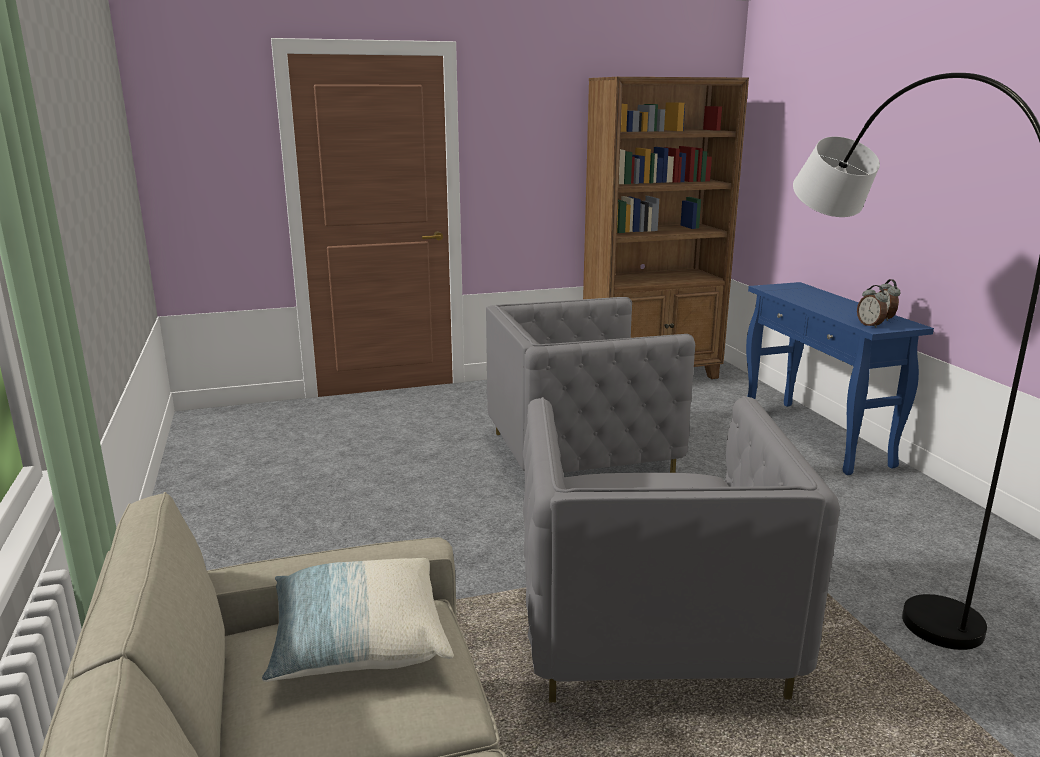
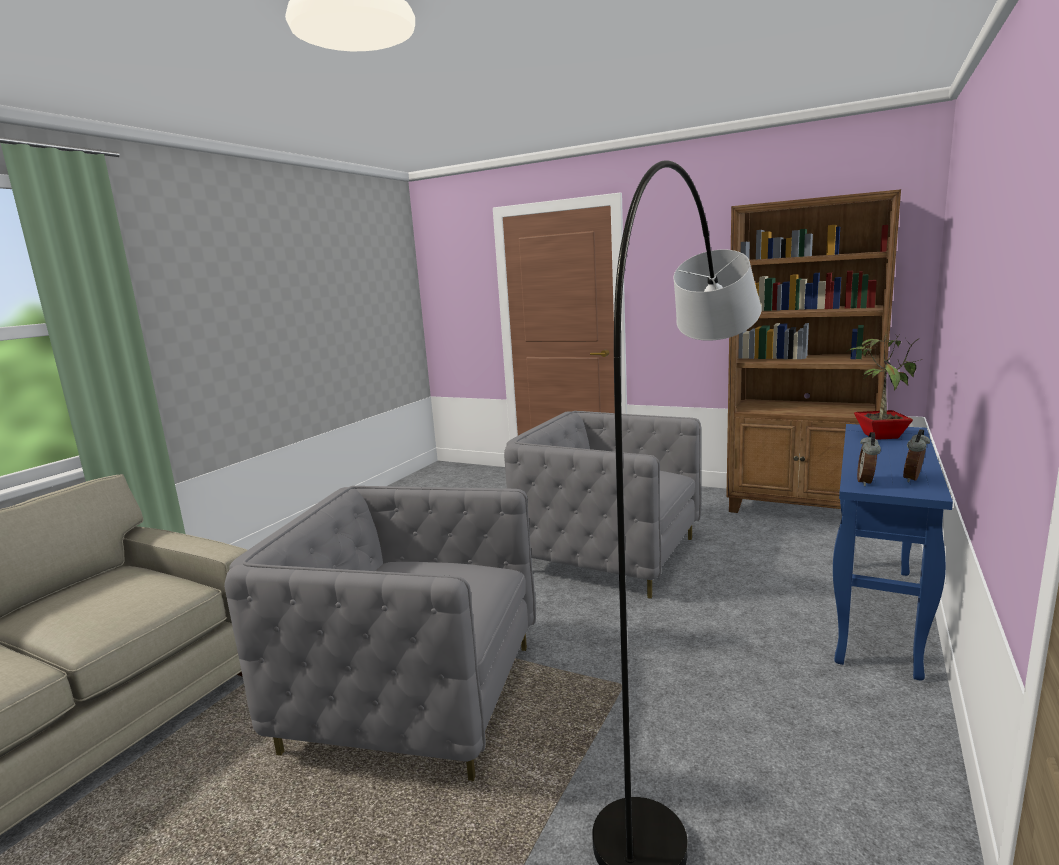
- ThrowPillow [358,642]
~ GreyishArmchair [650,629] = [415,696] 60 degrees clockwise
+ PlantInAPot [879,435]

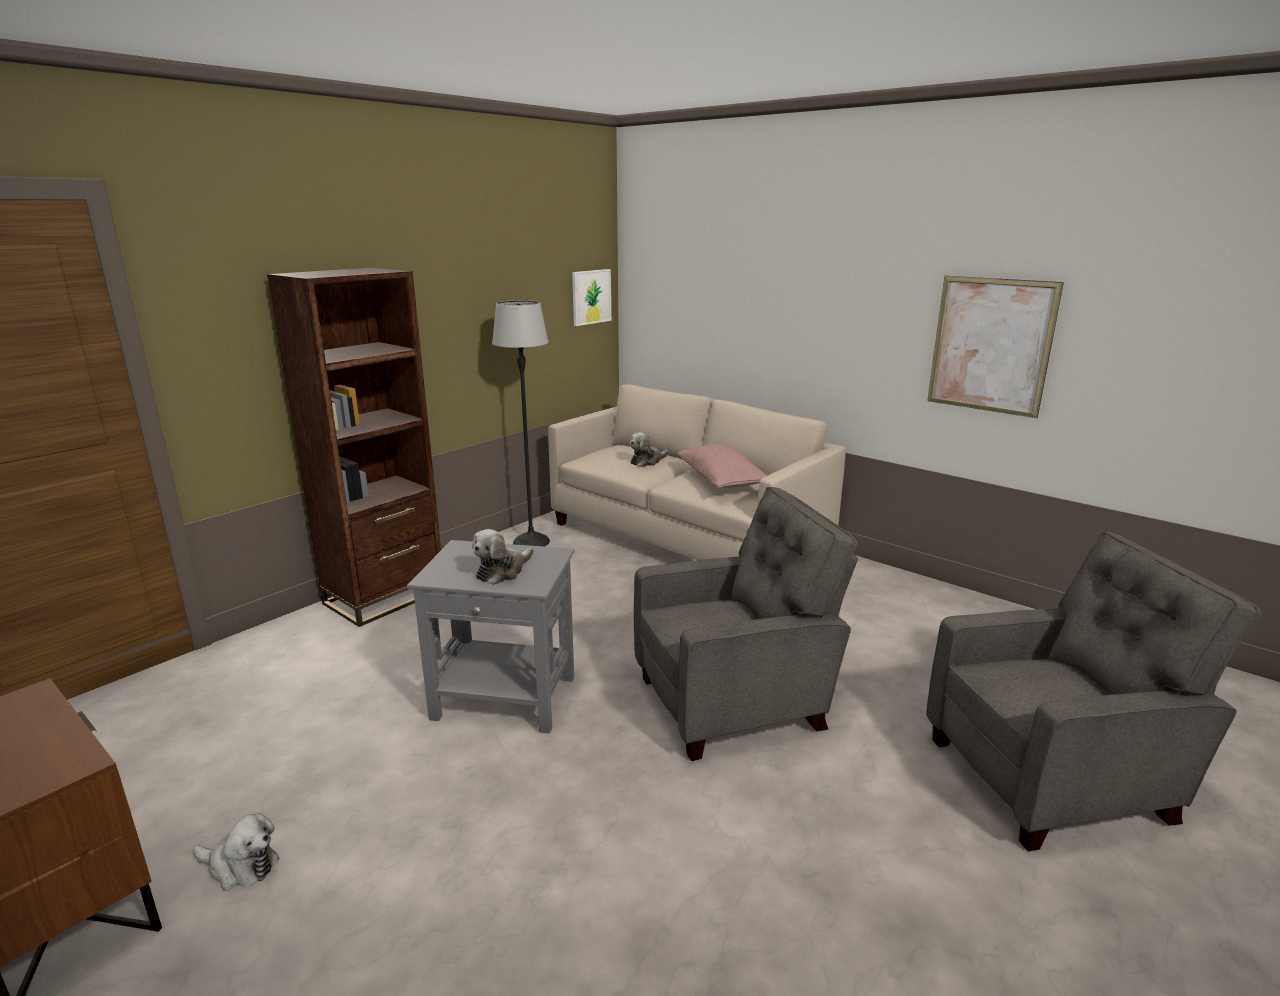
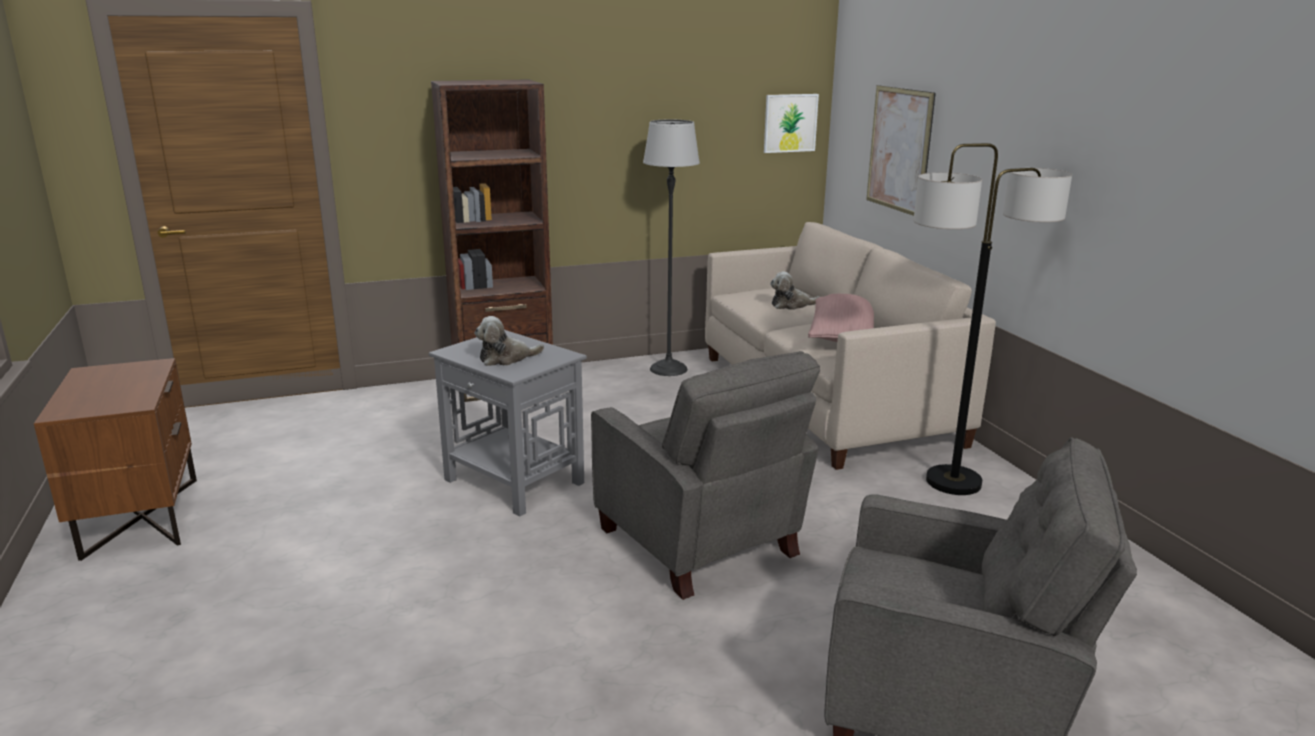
- SoftToy [240,866]
~ GreyishArmchair [735,702] = [700,543] 45 degrees clockwise
~ WallPicture [990,345] to [899,150]
+ FloorLamp [954,482]

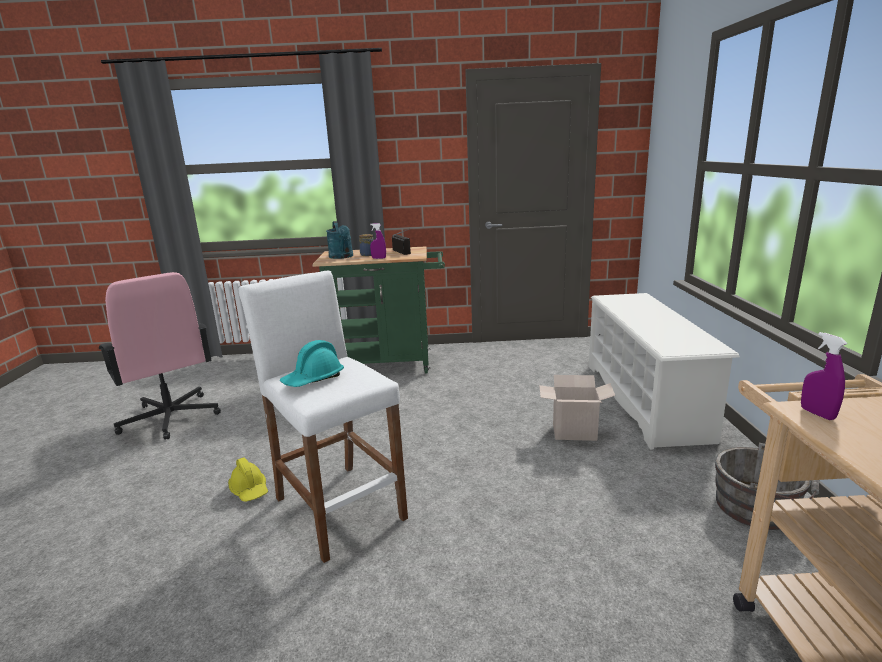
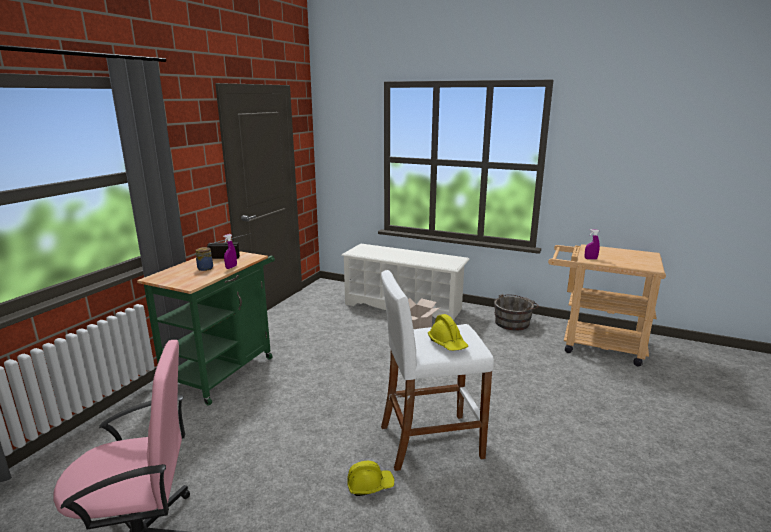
~ TurquoiseColouredHardHat [313,379] to YellowHardHat [447,343]
- TurquoiseColouredWateringPot [342,257]

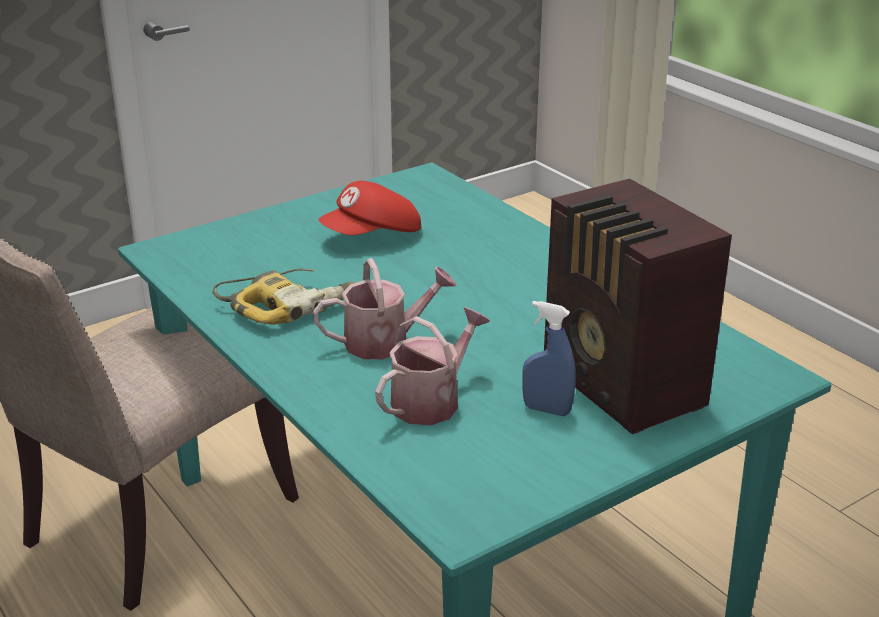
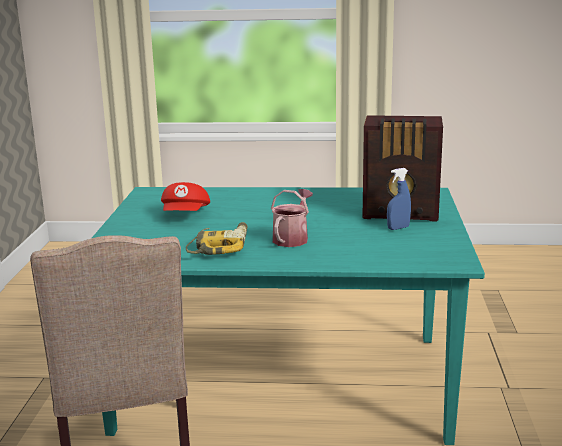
- WateringPot [431,401]

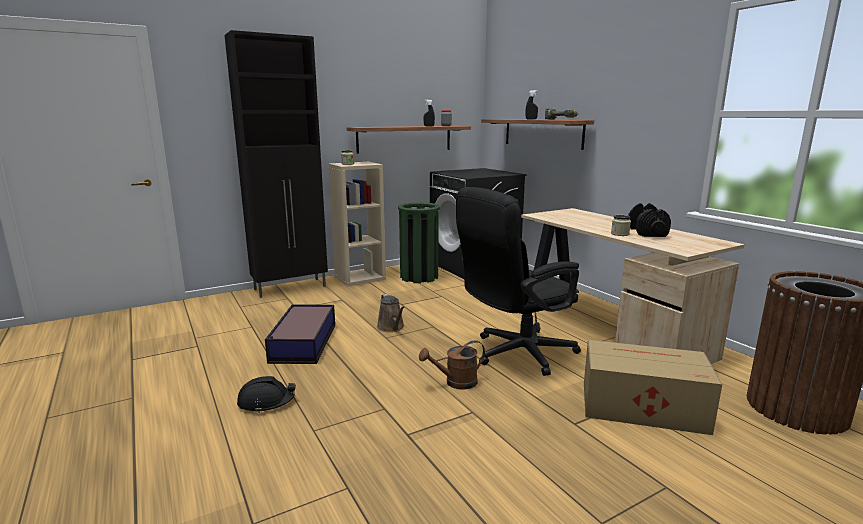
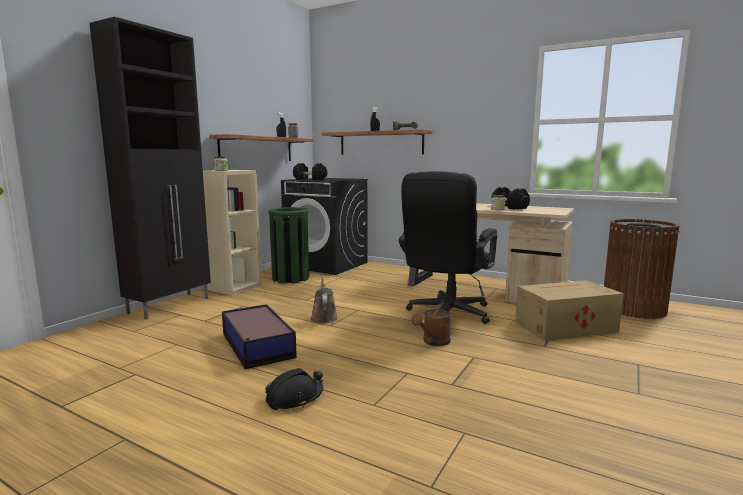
~ BrownColouredWateringPot [391,327] = [324,317] 135 degrees counterclockwise
+ BlackishHandWeight [310,179]

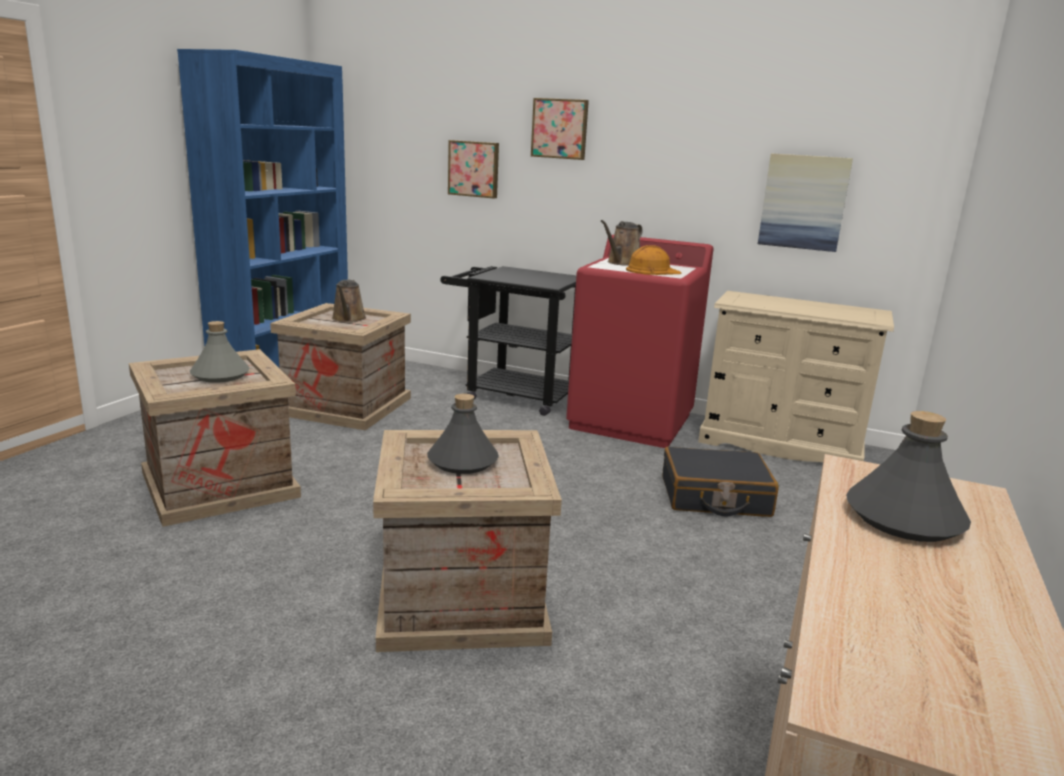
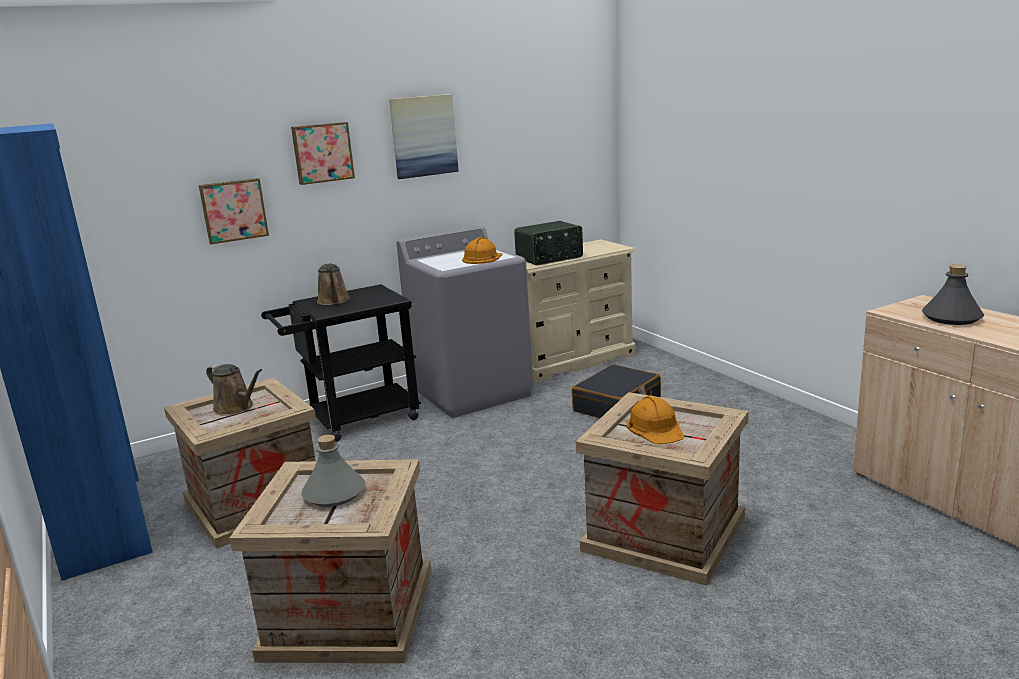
~ GreyishBeverageBottle [463,461] to OrangeHardHat [655,428]
~ RedLaundryMachine [631,421] to GreyishLaundryMachine [472,392]
~ BrownColouredWateringPot [622,263] to [334,301]
~ WallPicture [803,202] to [423,136]
+ RadioSet [550,258]

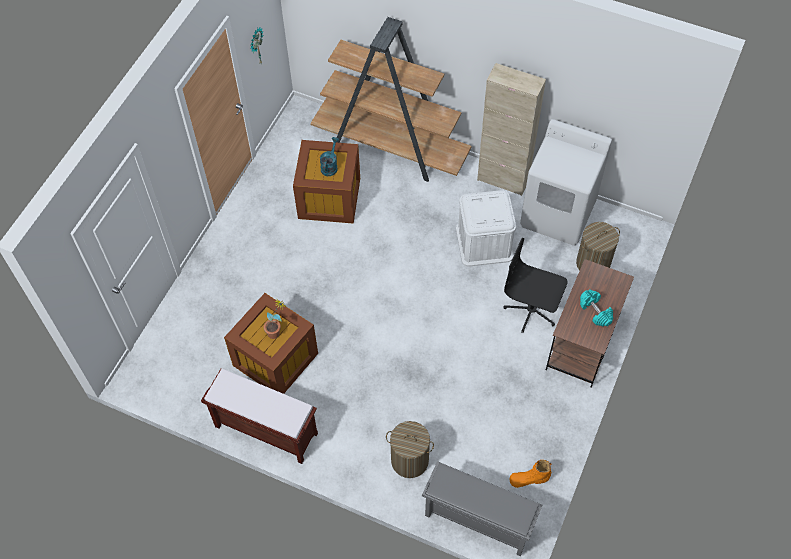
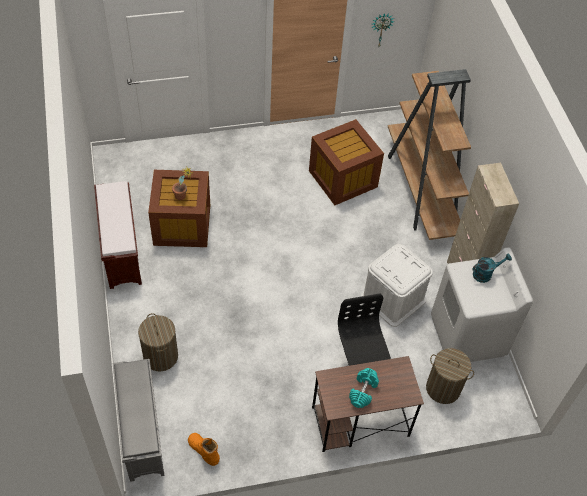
~ TurquoiseColouredWateringPot [330,166] to [485,274]

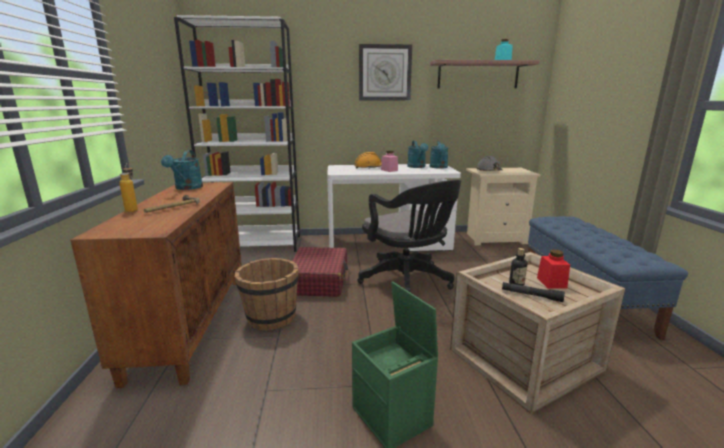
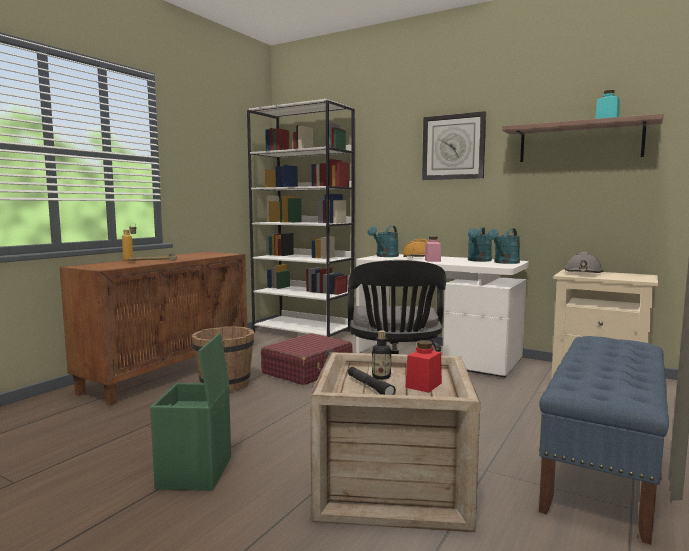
~ TurquoiseColouredWateringPot [187,188] to [385,256]

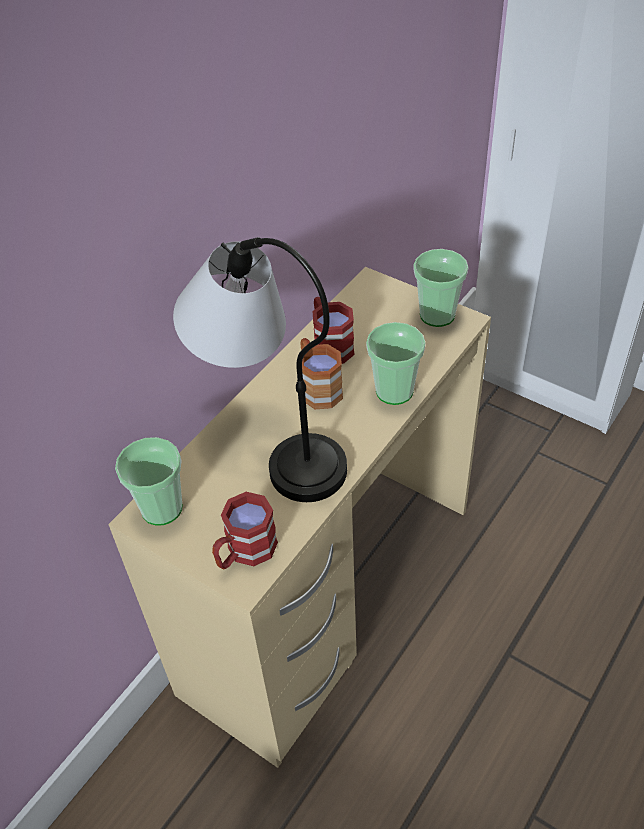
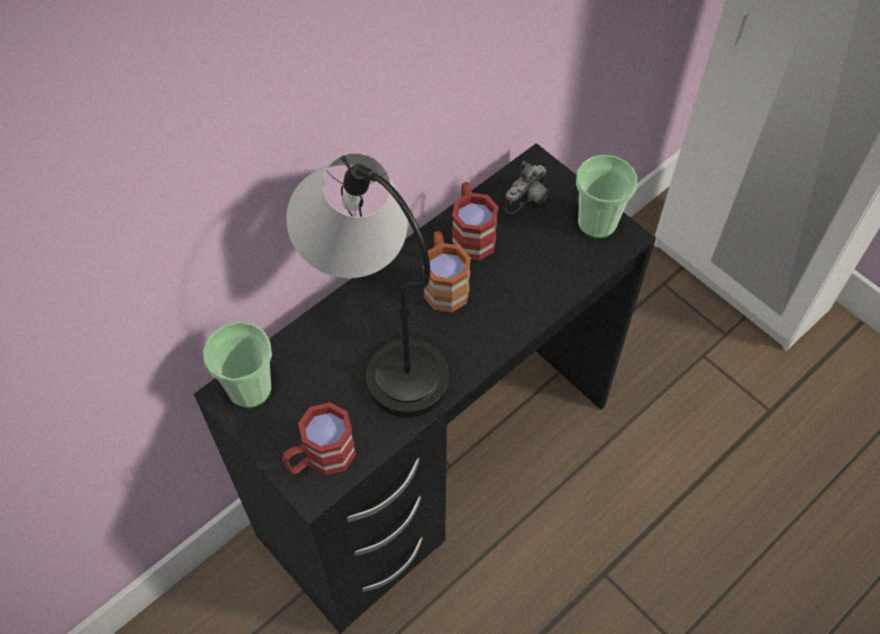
~ BeigeColouredDeskUnit [329,596] to BlackishDeskUnit [435,467]
- DrinkingCup [394,391]
+ StillCamera [528,200]

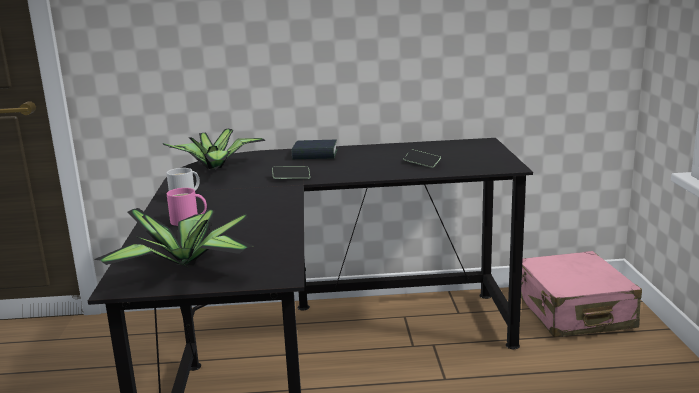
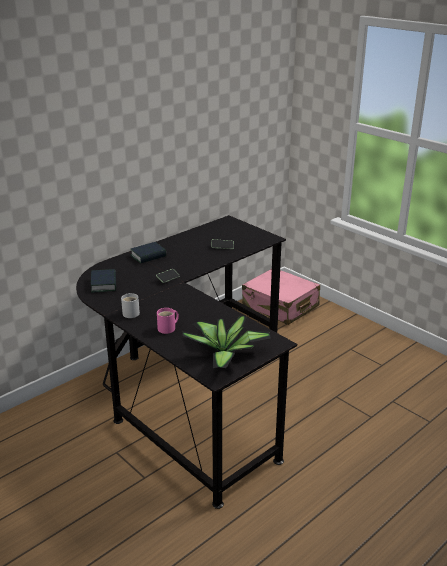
~ PlantInAPot [216,168] to Book [104,284]

